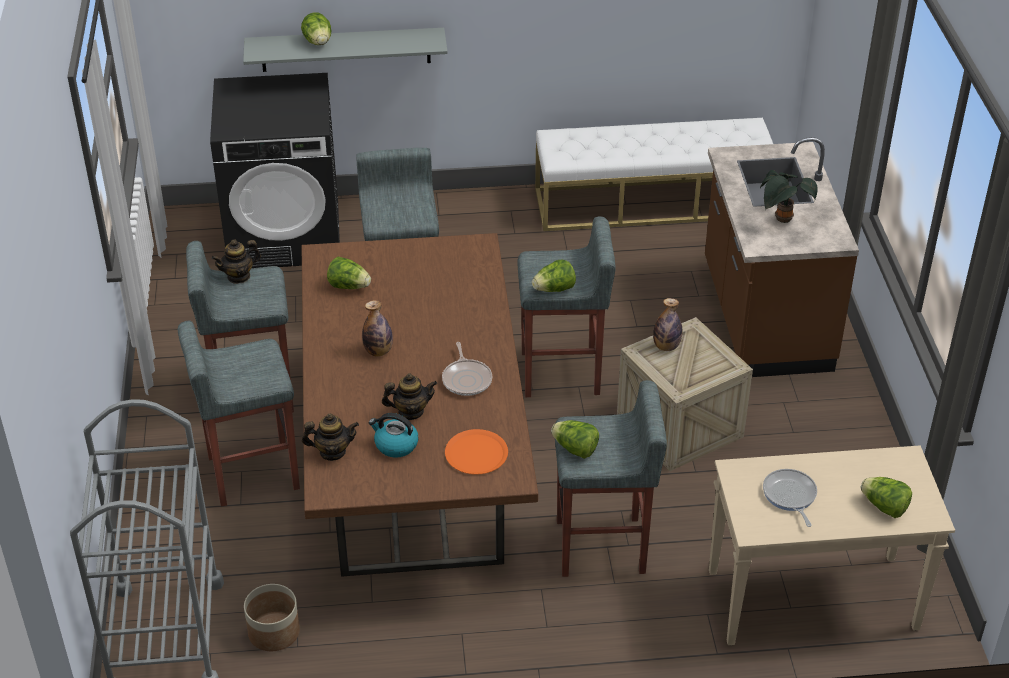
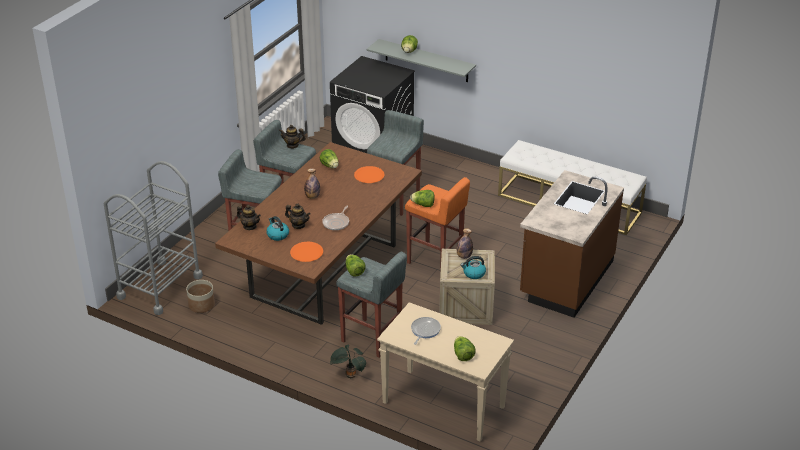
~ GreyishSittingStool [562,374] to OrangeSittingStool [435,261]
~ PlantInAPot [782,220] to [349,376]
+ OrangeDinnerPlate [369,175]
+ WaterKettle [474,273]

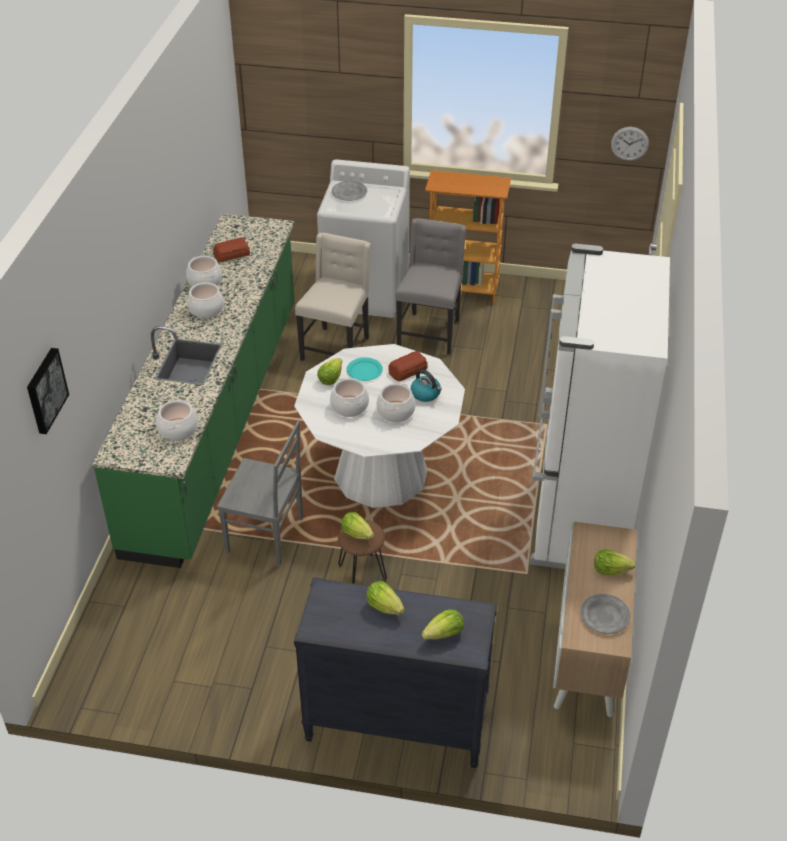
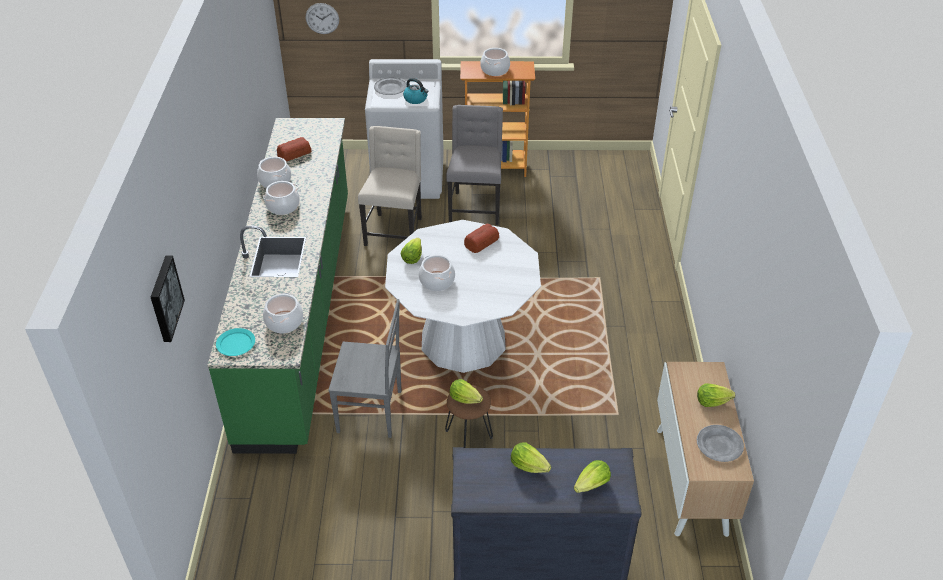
~ TurquoiseColouredDinnerPlate [365,371] to [236,343]
~ Saucepot [396,412] to [495,70]
~ WaterKettle [426,394] to [416,99]
- WhitishFridge [578,519]
~ HangingClock [629,143] to [322,18]

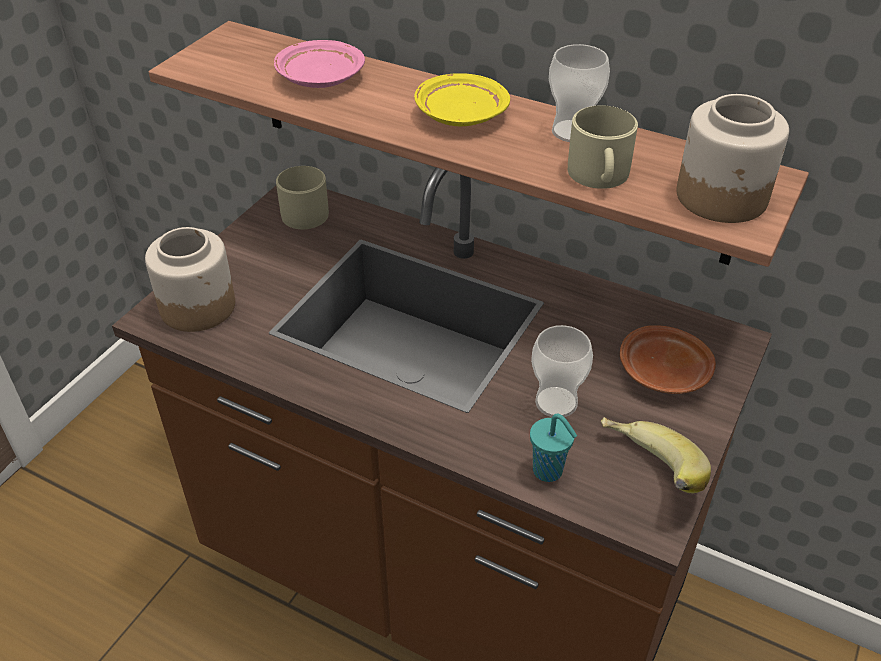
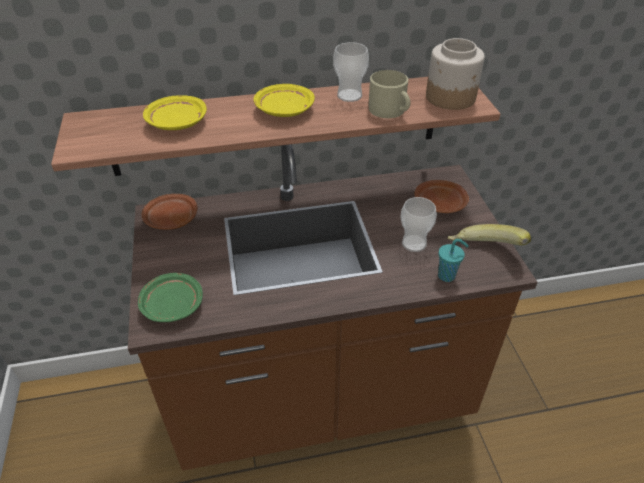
~ PreserveJar [198,306] to GreenColouredDinnerPlate [172,305]
~ PinkishDinnerPlate [319,78] to YellowDinnerPlate [176,123]
~ BeigeColouredCoffeeMug [303,211] to BrownColouredDinnerPlate [171,219]

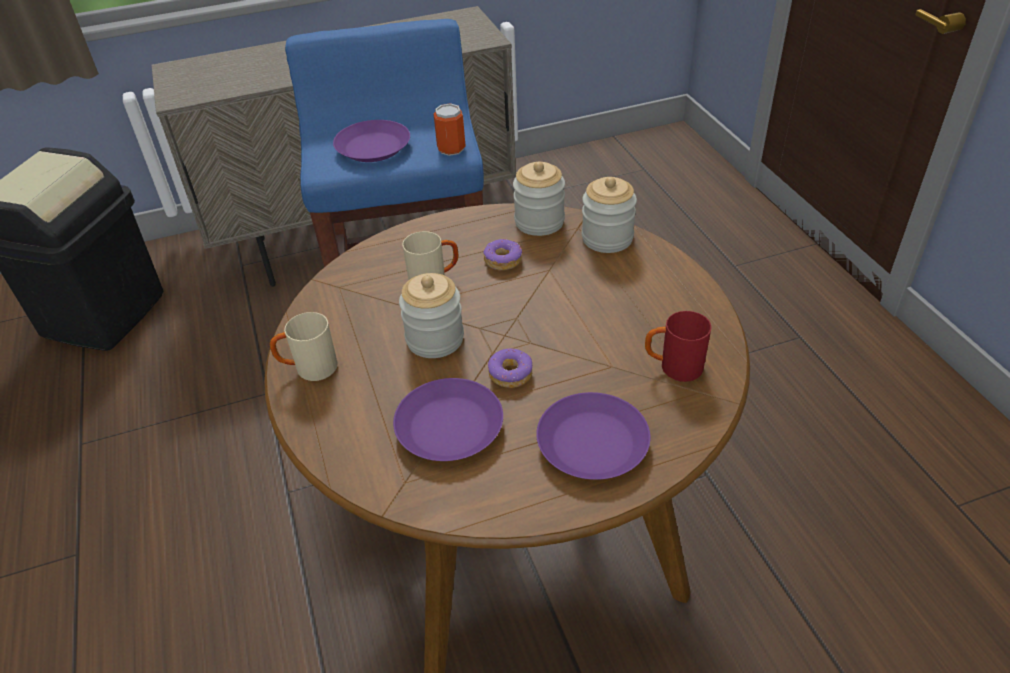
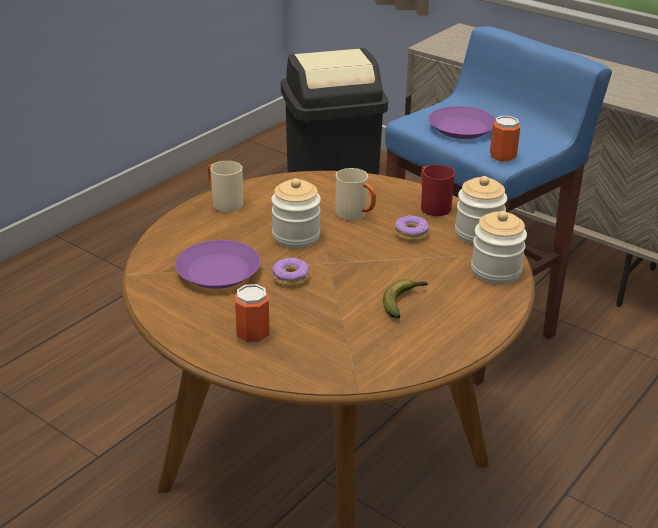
~ PurpleDinnerPlate [593,444] to SealedCan [253,335]
~ RedCoffeeMug [673,367] to [432,206]
+ BananaFruit [403,302]

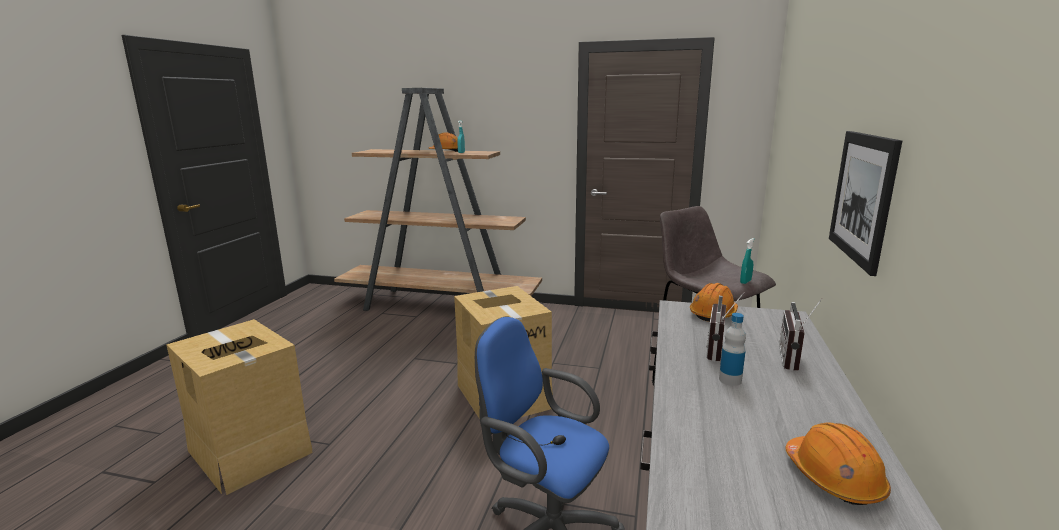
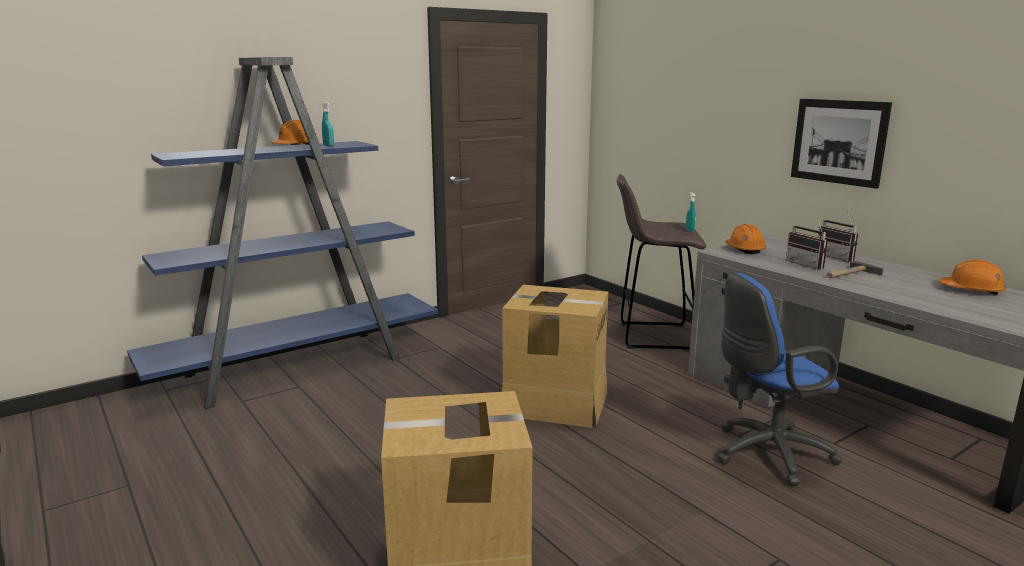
~ BrownColouredShelvingUnit [440,305] to BlueColouredShelvingUnit [298,366]
~ BeverageBottle [730,380] to HandHammer [850,274]

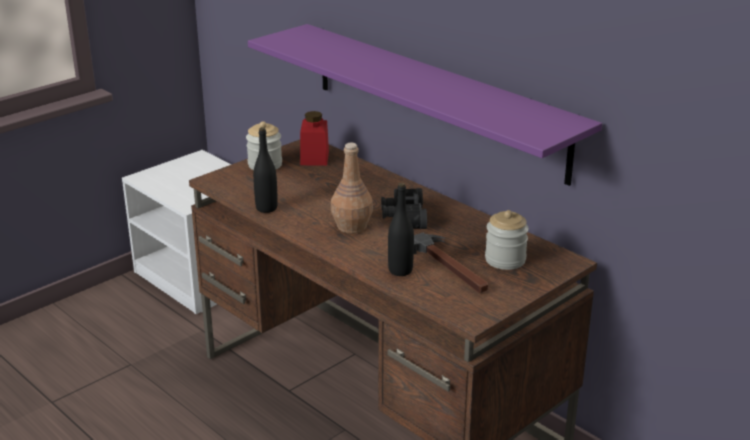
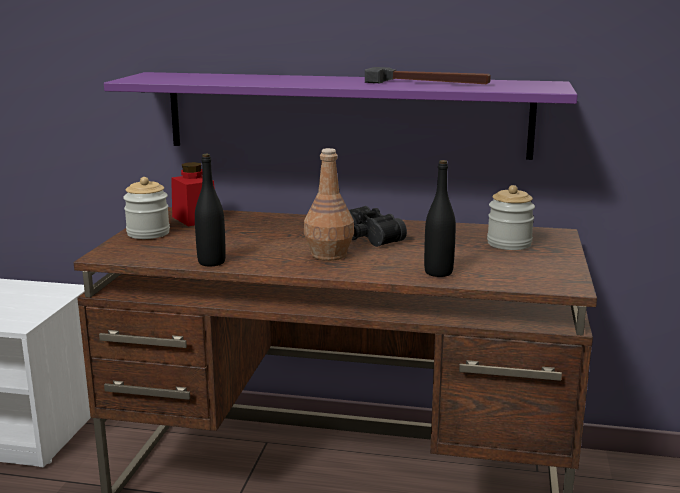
~ HandHammer [449,267] to [428,82]

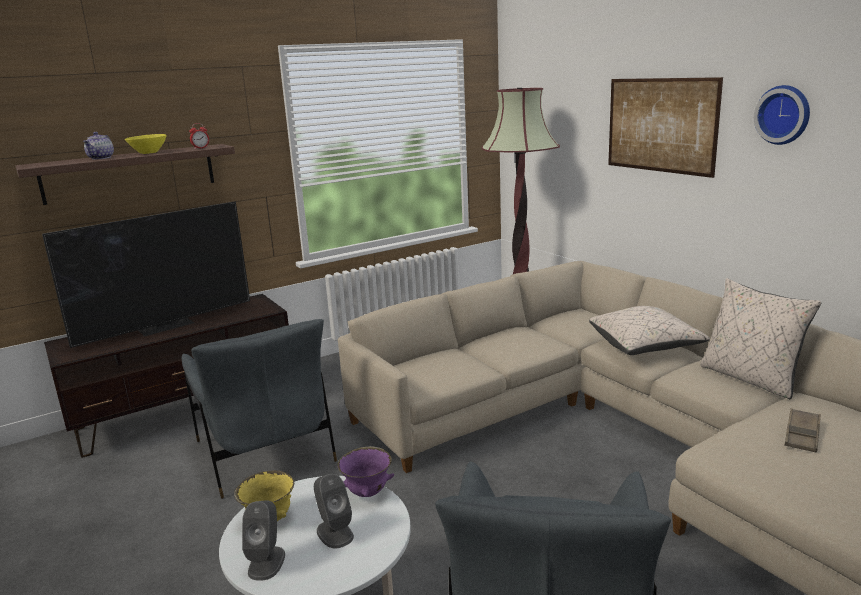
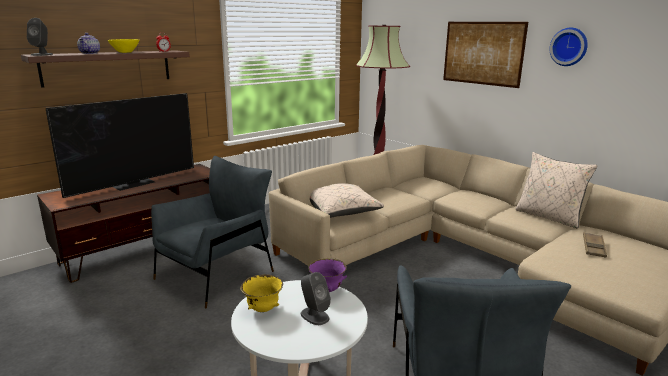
~ GreyishArmchair [265,452] = [216,275] 105 degrees counterclockwise
~ GreyishAudioSpeaker [266,562] to [42,54]
~ BeigeColouredThrowPillow [645,345] to [342,211]

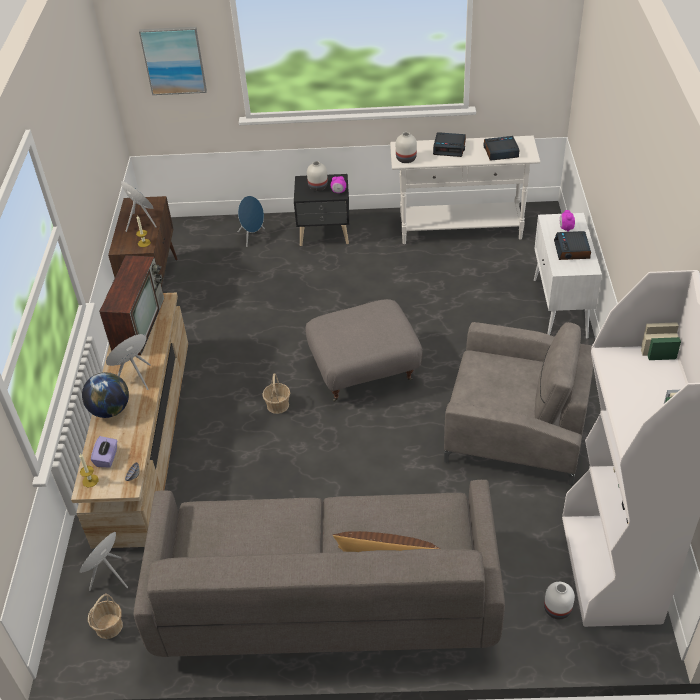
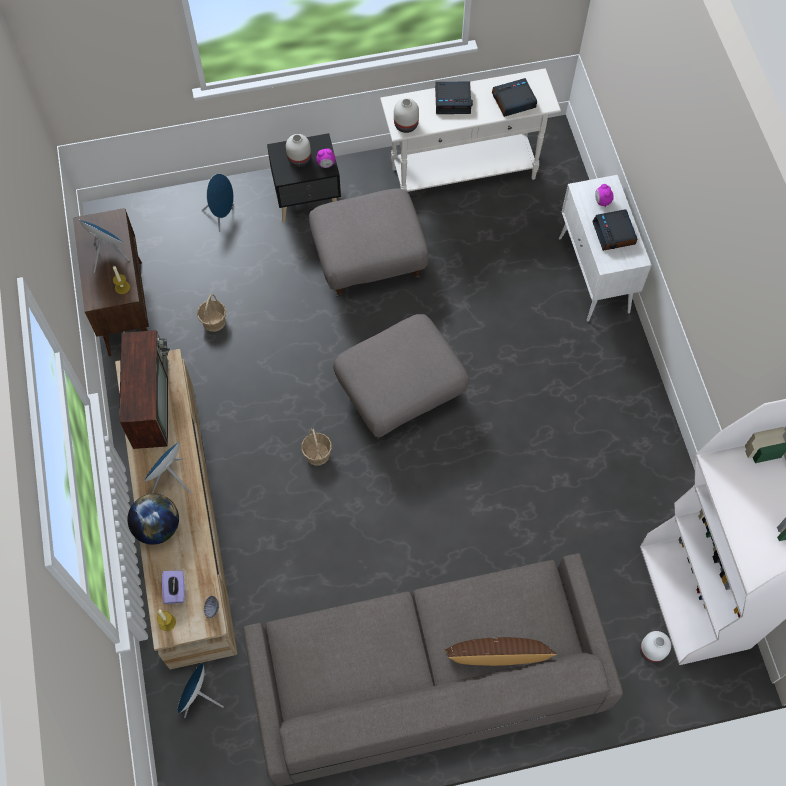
~ Basket [109,626] to [214,321]
- WallPicture [174,60]
- GreyishArmchair [516,427]
+ GreyishFootrest [369,260]

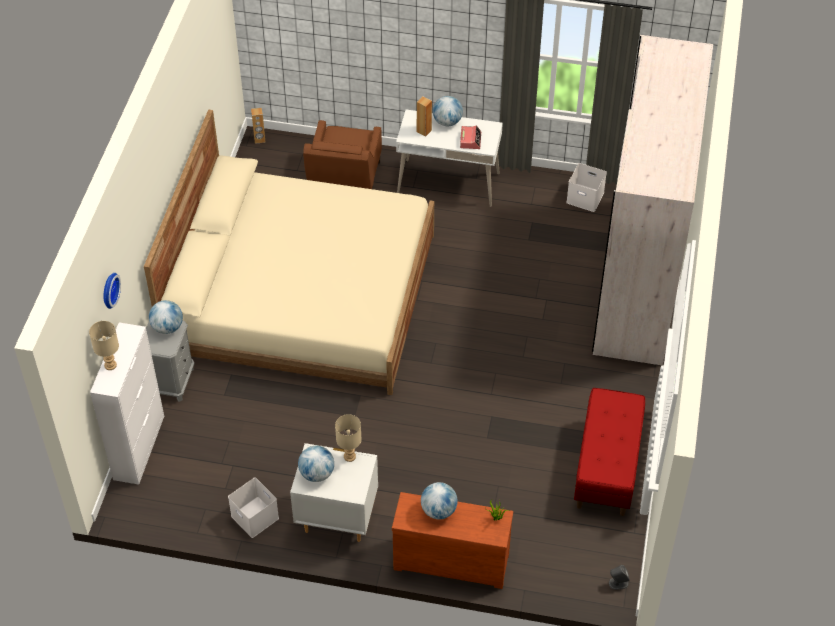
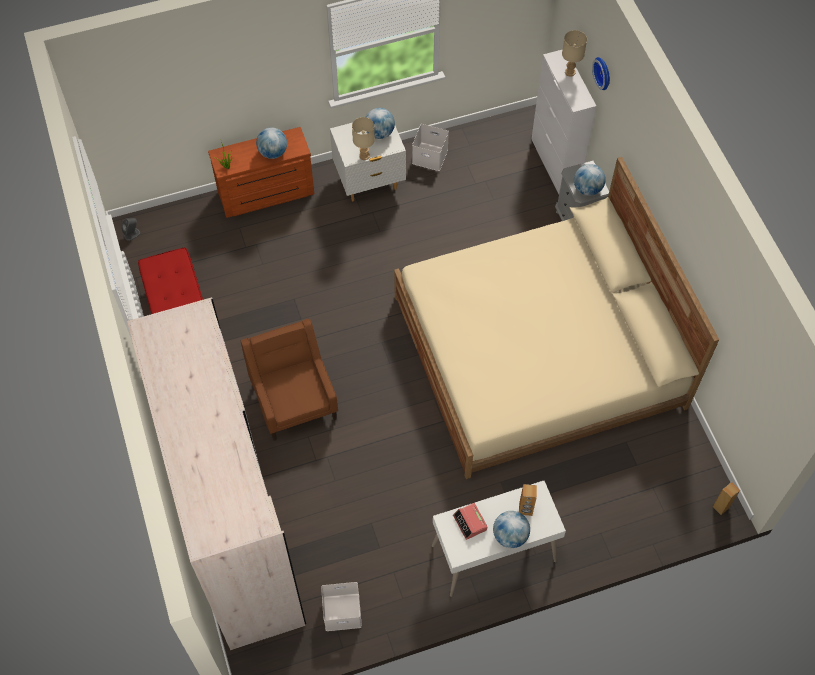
~ BrownColouredArmchair [344,182] to [294,399]

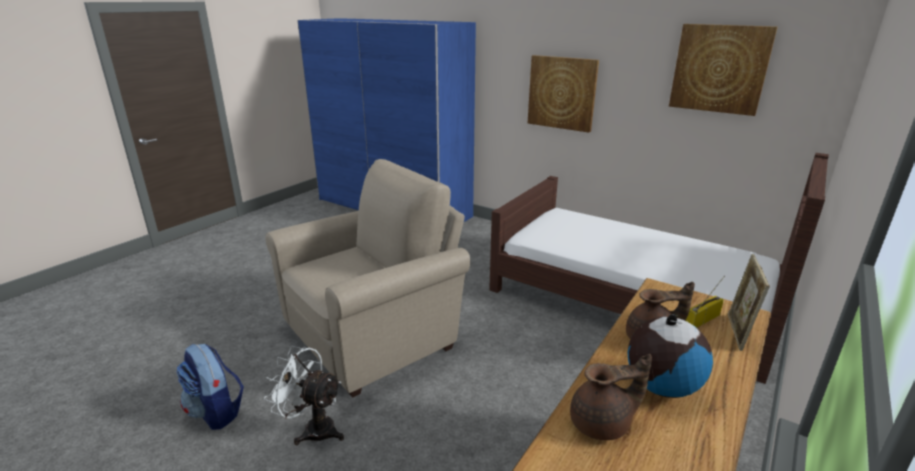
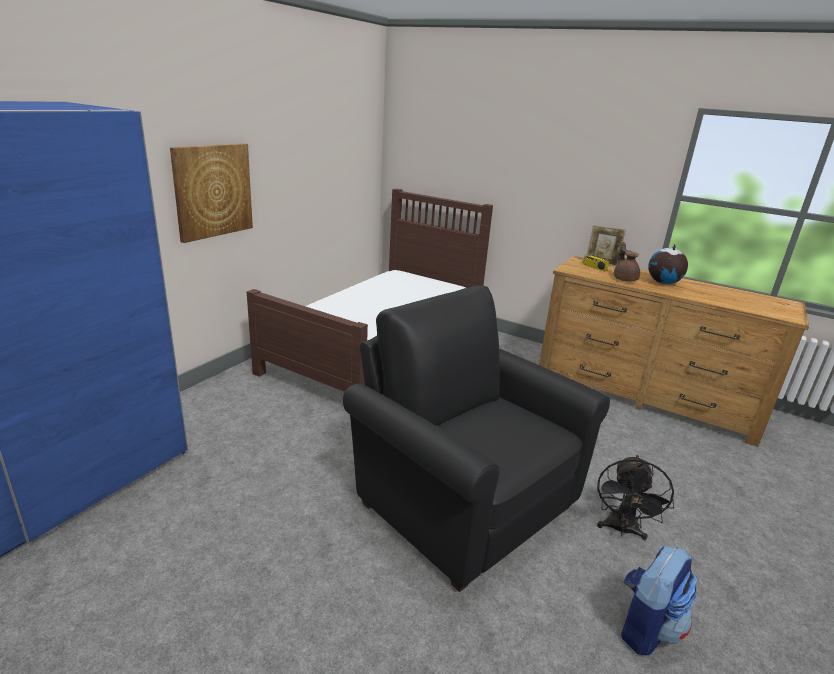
~ WhitishCoolingFan [313,428] to BlackishCoolingFan [621,530]
~ BeigeColouredArmchair [376,335] to BlackishArmchair [461,500]
- BrownColouredPotForTea [602,424]
- WallPicture [719,69]

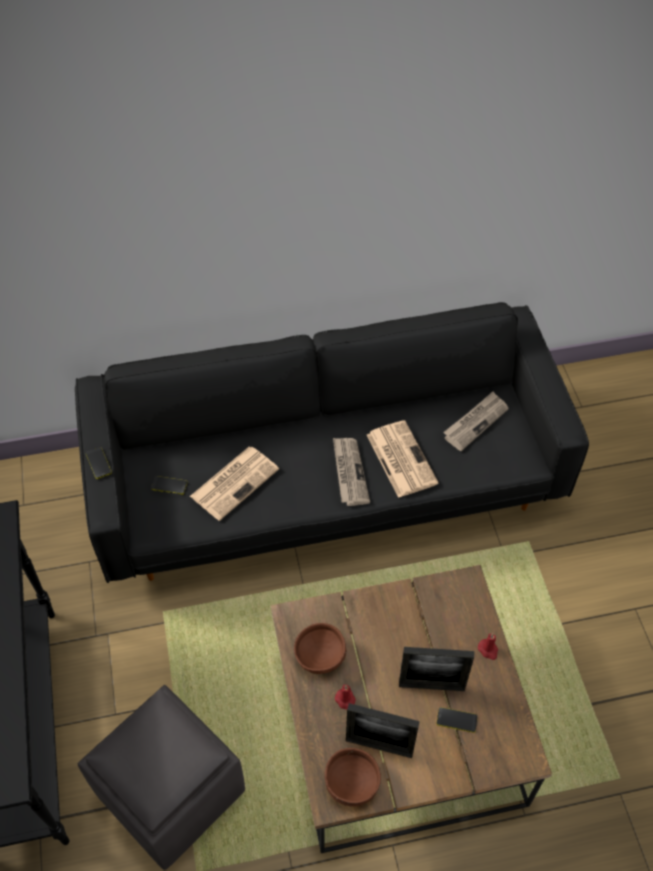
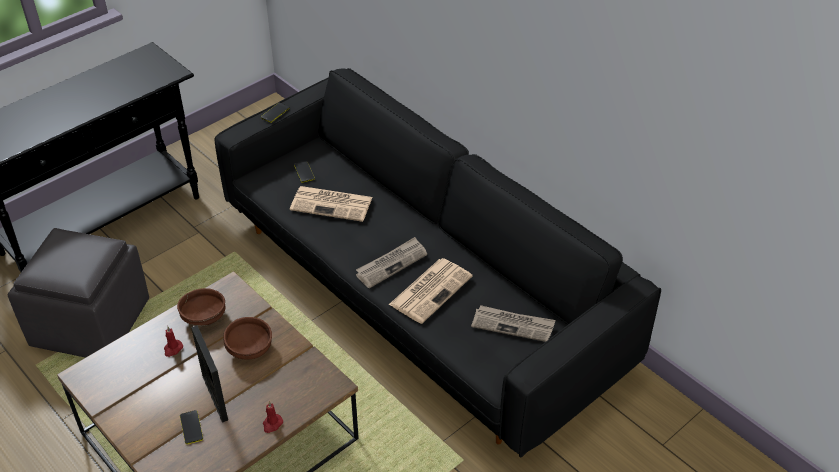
~ BrownColouredBowl [352,782] to [250,349]
- PictureFrame [379,746]

